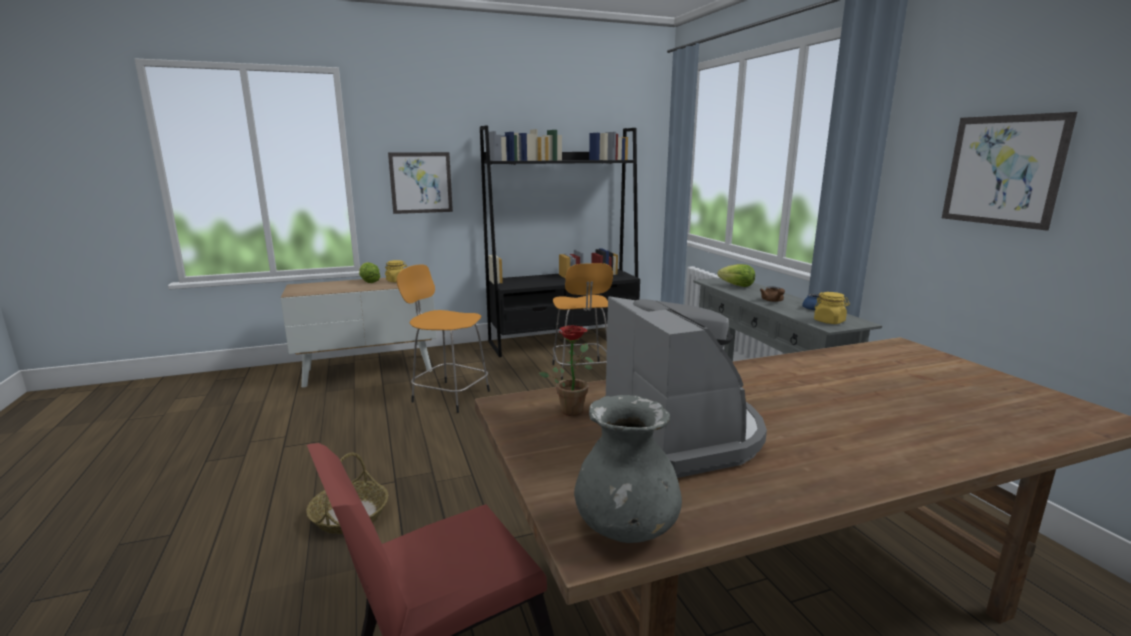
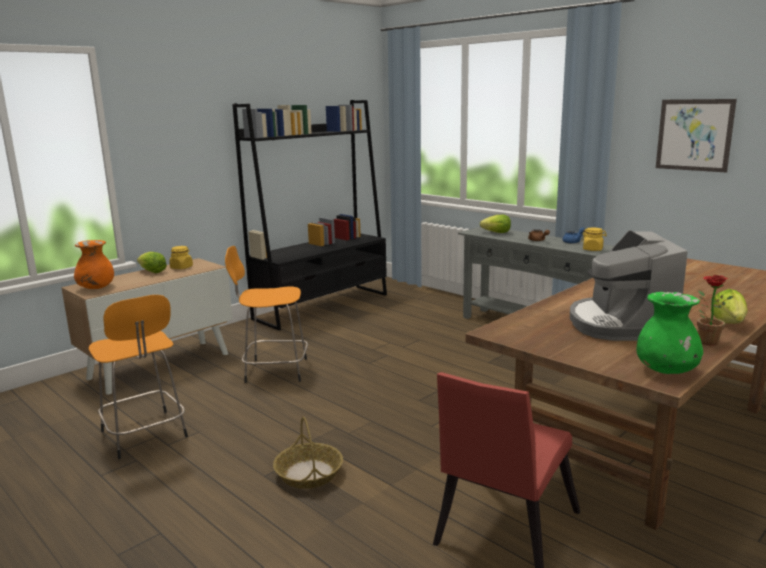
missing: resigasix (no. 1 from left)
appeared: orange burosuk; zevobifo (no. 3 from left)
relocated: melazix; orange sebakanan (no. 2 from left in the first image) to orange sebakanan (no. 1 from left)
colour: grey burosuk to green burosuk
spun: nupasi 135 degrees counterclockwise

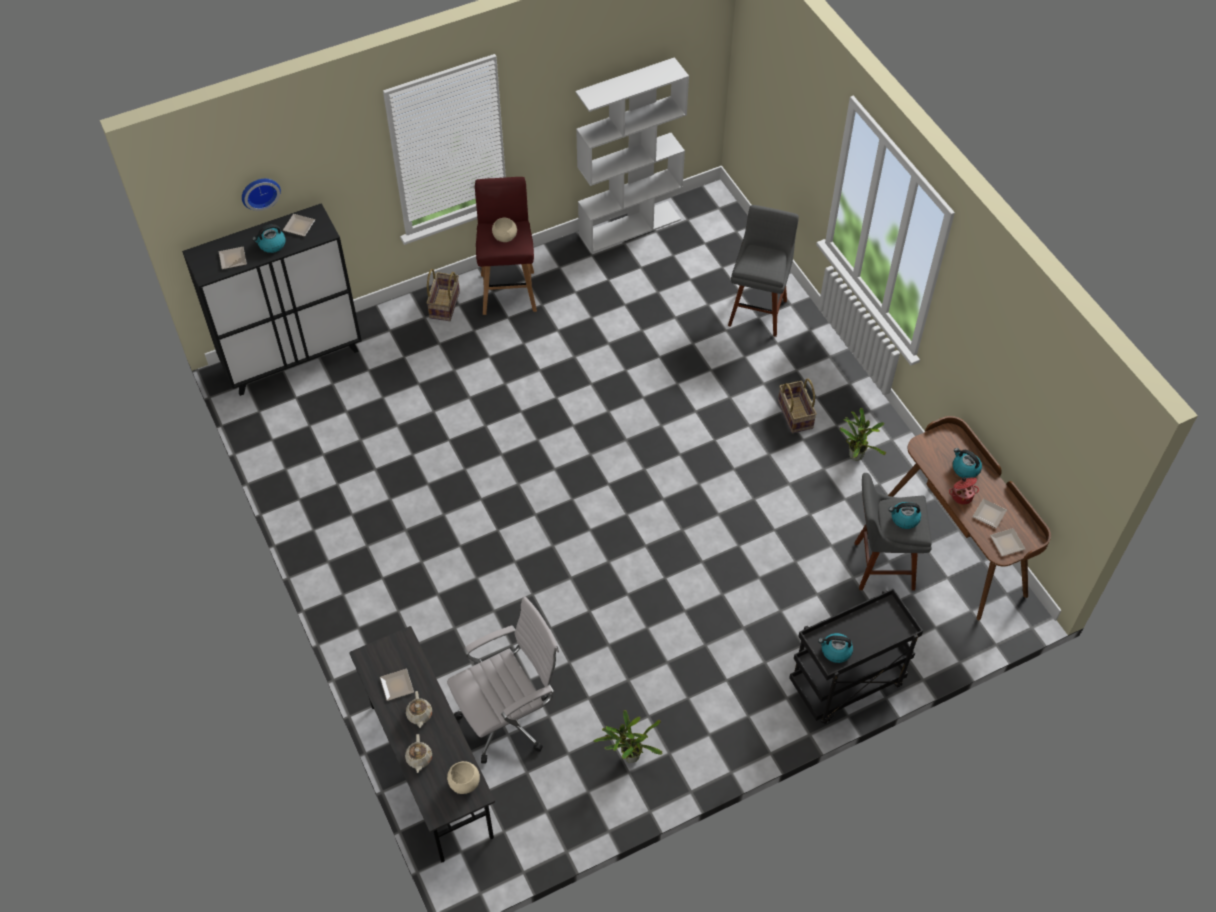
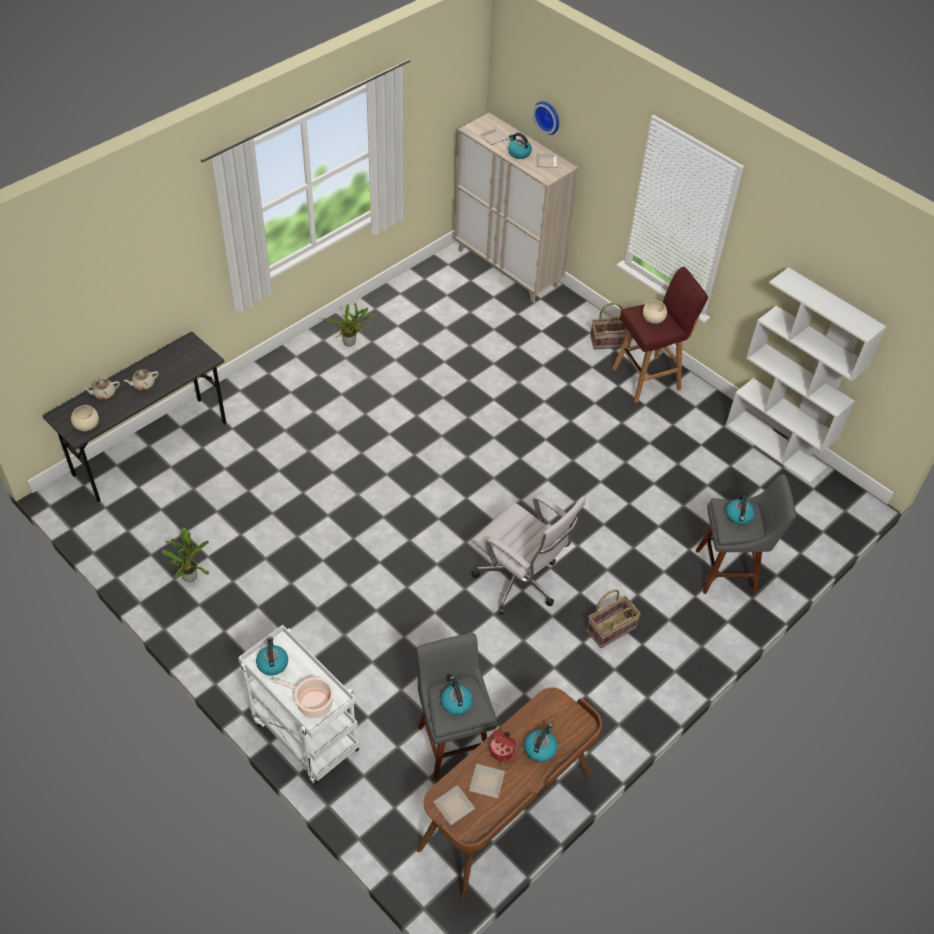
missing: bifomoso (no. 3 from left)
appeared: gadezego (no. 1 from left); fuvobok (no. 5 from left)
relocated: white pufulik; melazix (no. 2 from left)
colour: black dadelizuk to beige dadelizuk; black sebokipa to white sebokipa

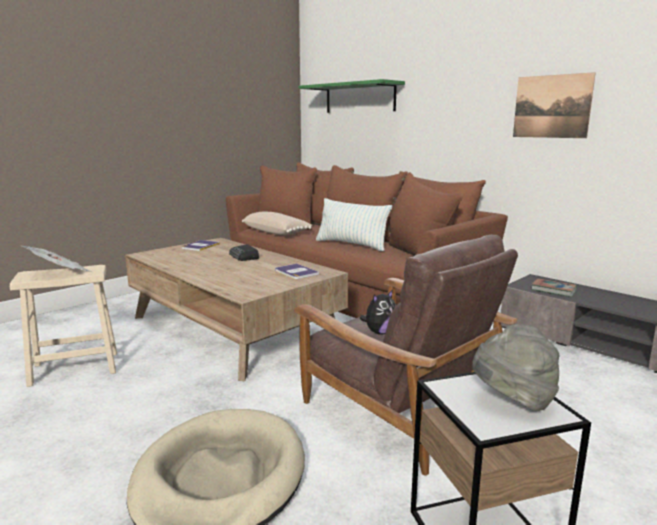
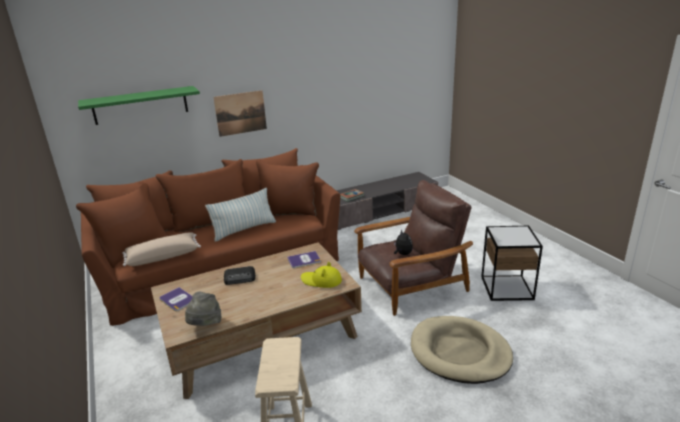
missing: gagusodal
appeared: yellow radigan
relocated: grey radigan; resigasix

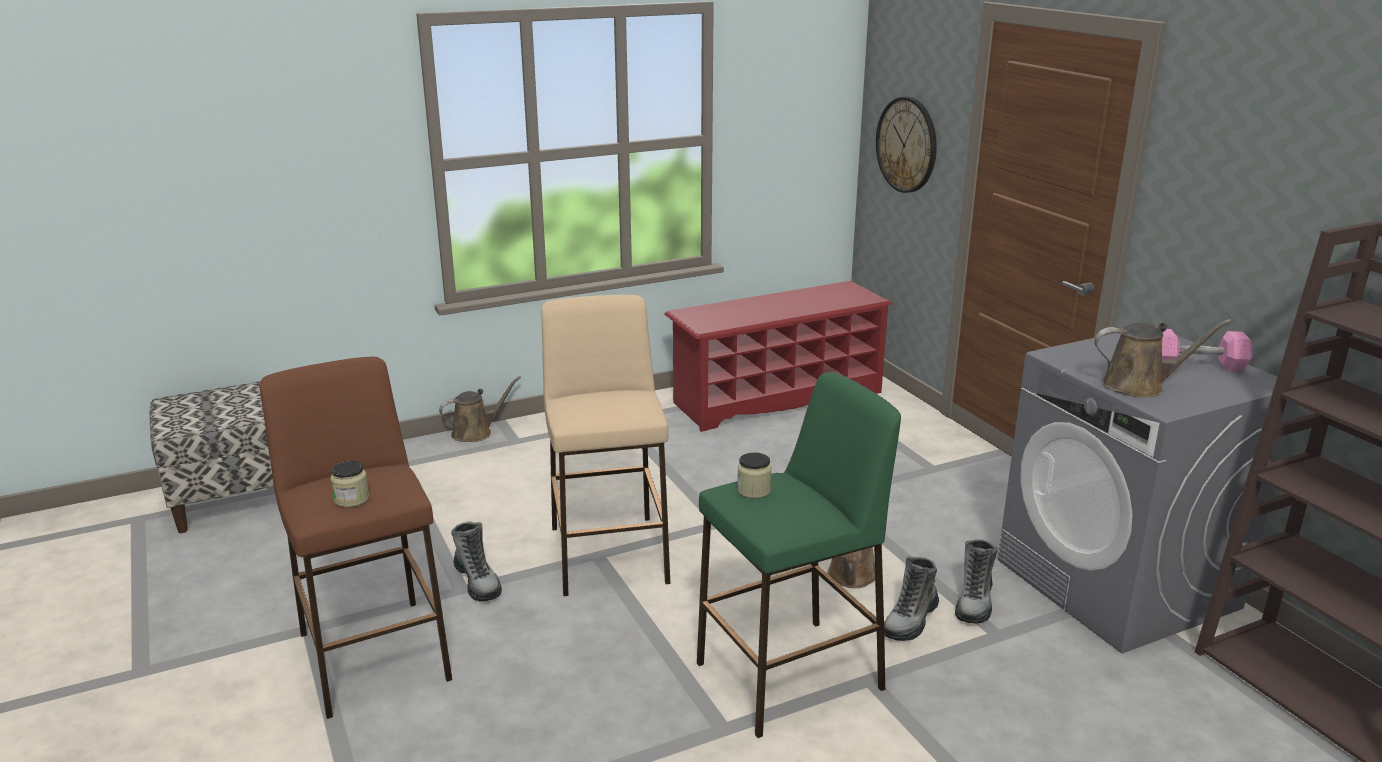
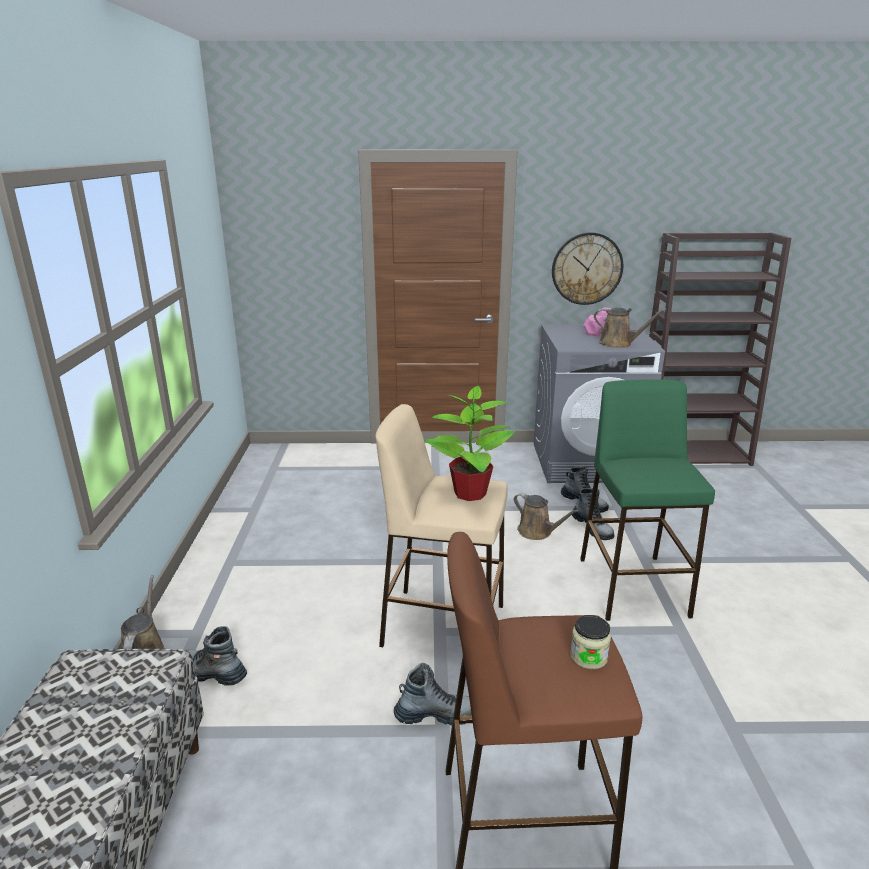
missing: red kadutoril; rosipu (no. 2 from left)
appeared: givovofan (no. 1 from left); melazix
relocated: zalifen
spun: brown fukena (no. 3 from left) 90 degrees clockwise

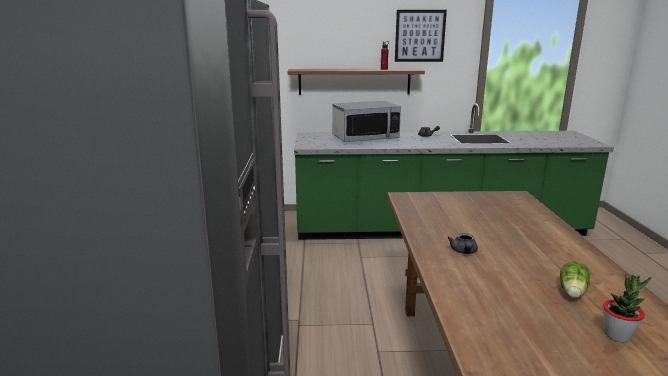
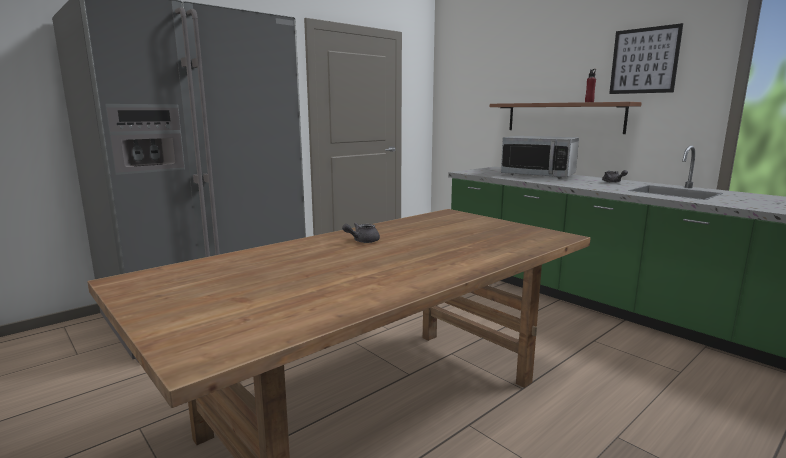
missing: zevobifo; melazix

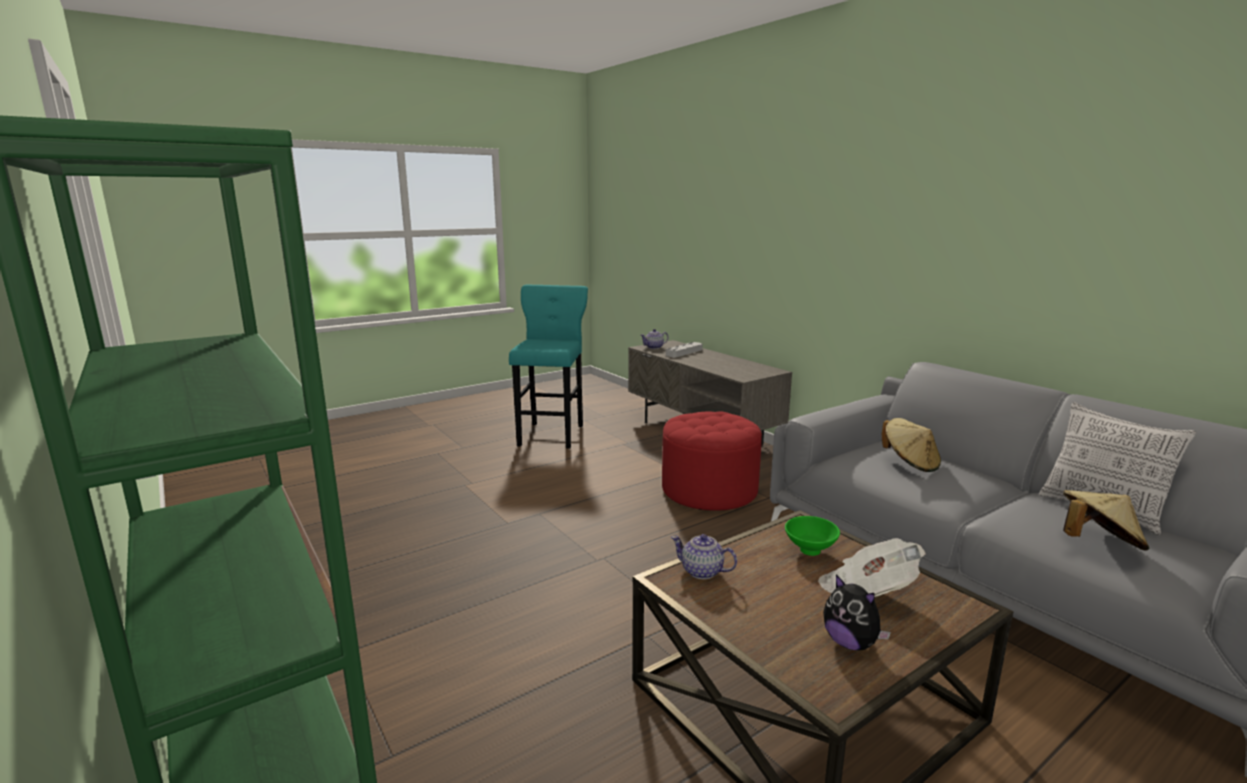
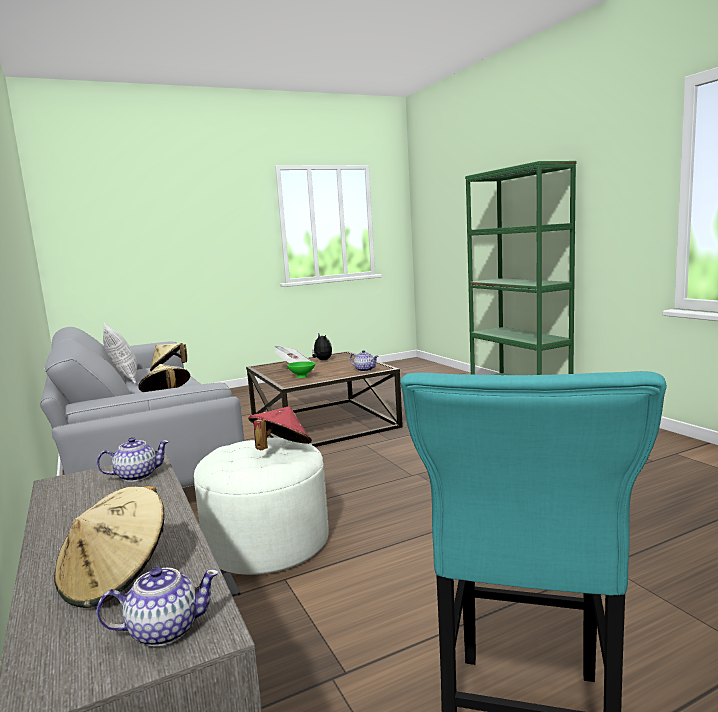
appeared: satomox (no. 1 from left); red radigan
exchanged: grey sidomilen to beige radigan (no. 1 from left)
colour: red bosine to white bosine

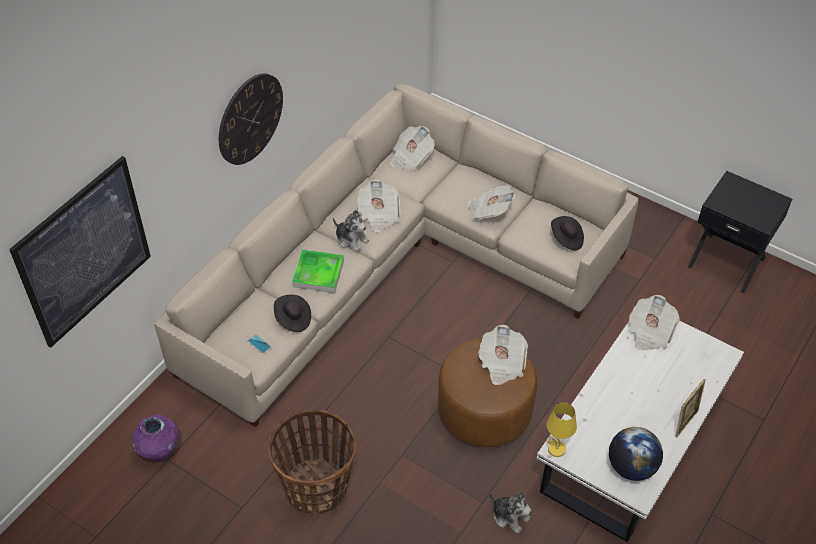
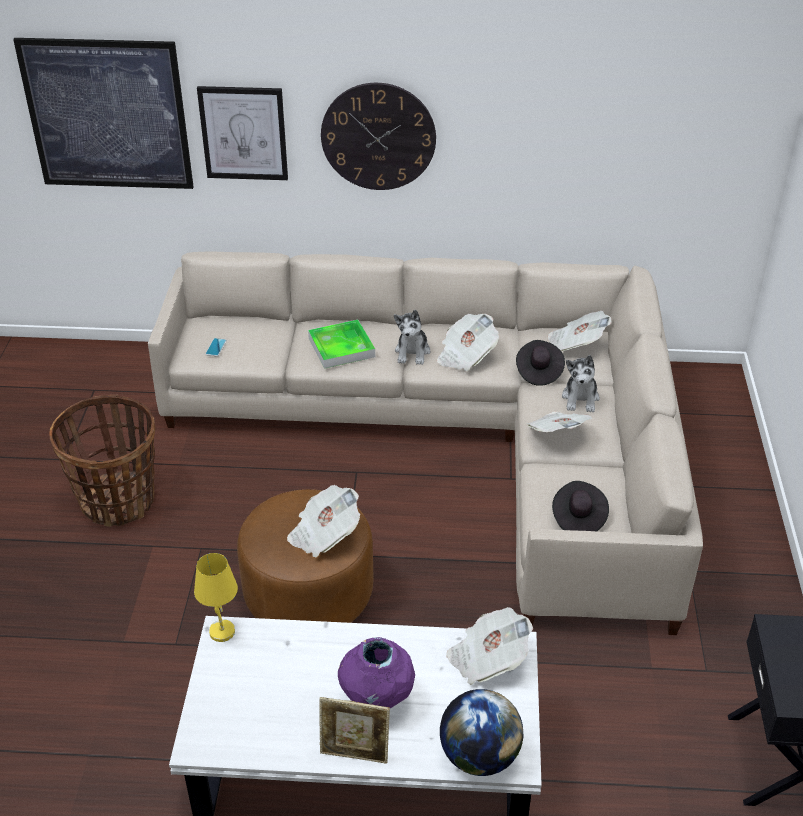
appeared: resigasix (no. 2 from left)
relocated: purple burosuk; black radigan (no. 1 from left); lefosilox (no. 2 from left); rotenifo

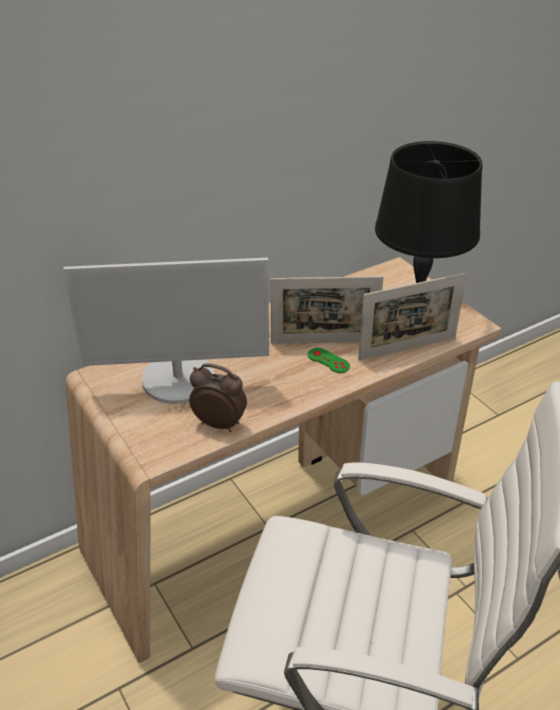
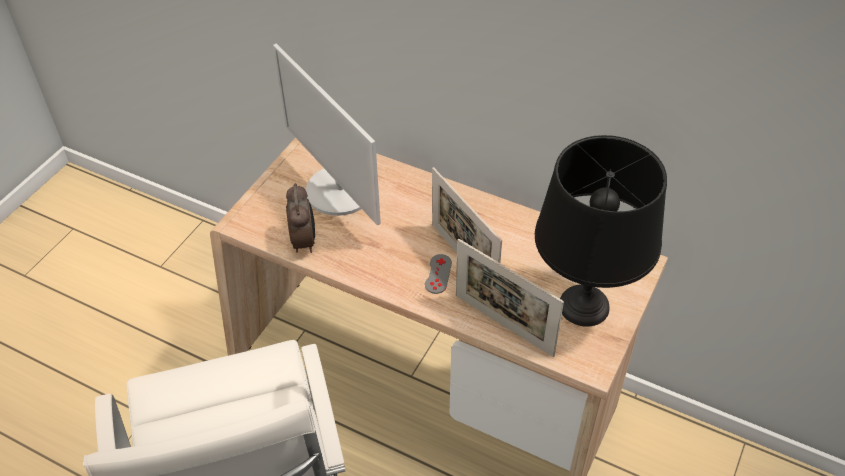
colour: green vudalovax to grey vudalovax

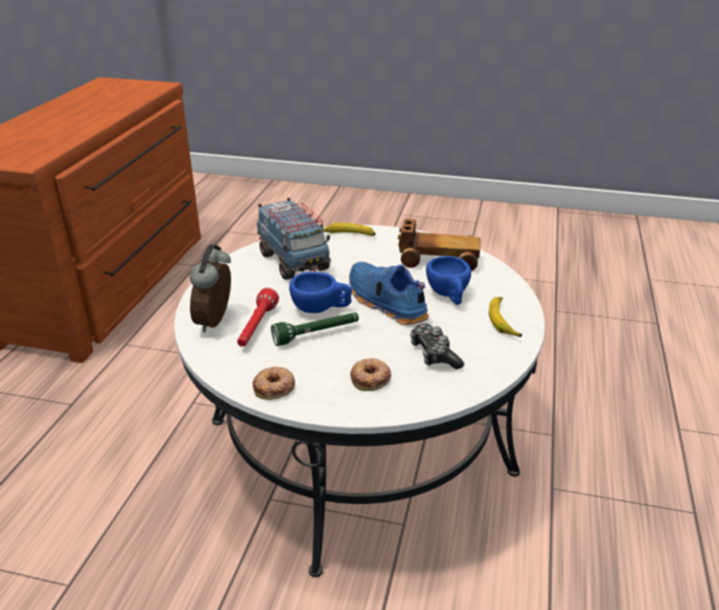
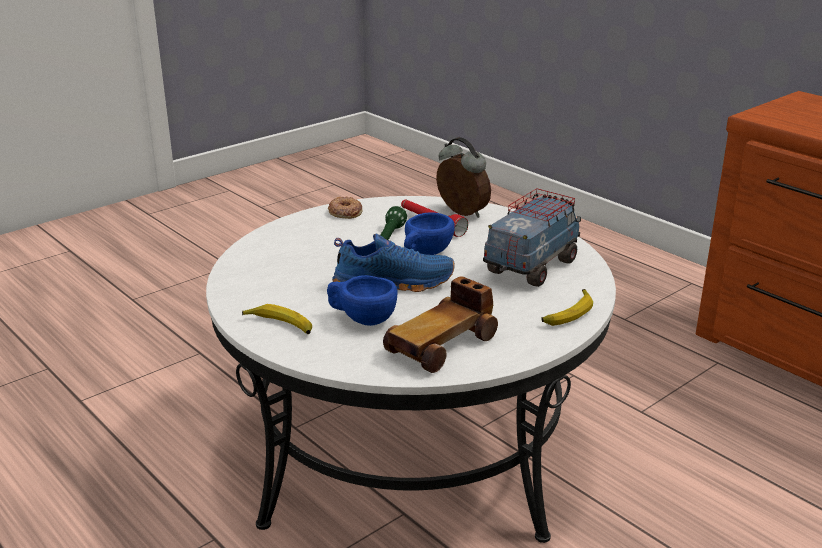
missing: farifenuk (no. 2 from left); vudalovax
spun: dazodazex 120 degrees clockwise

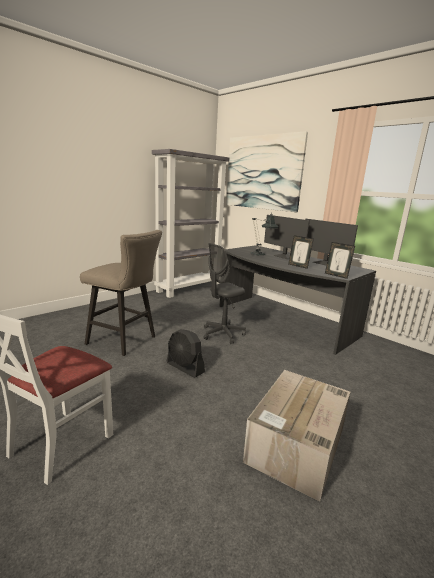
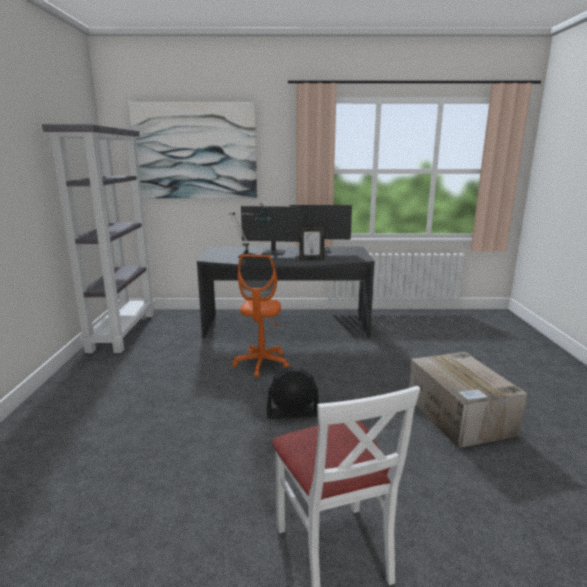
missing: beige sebakanan; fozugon (no. 2 from left)
colour: grey pufulik to orange pufulik

